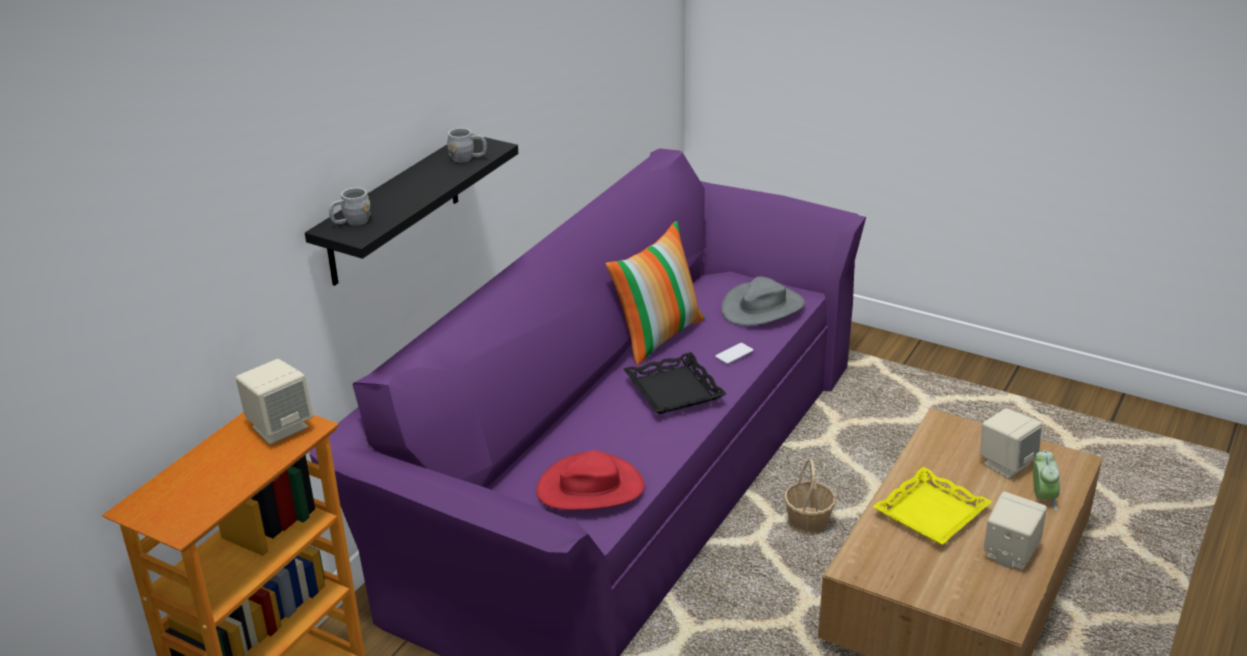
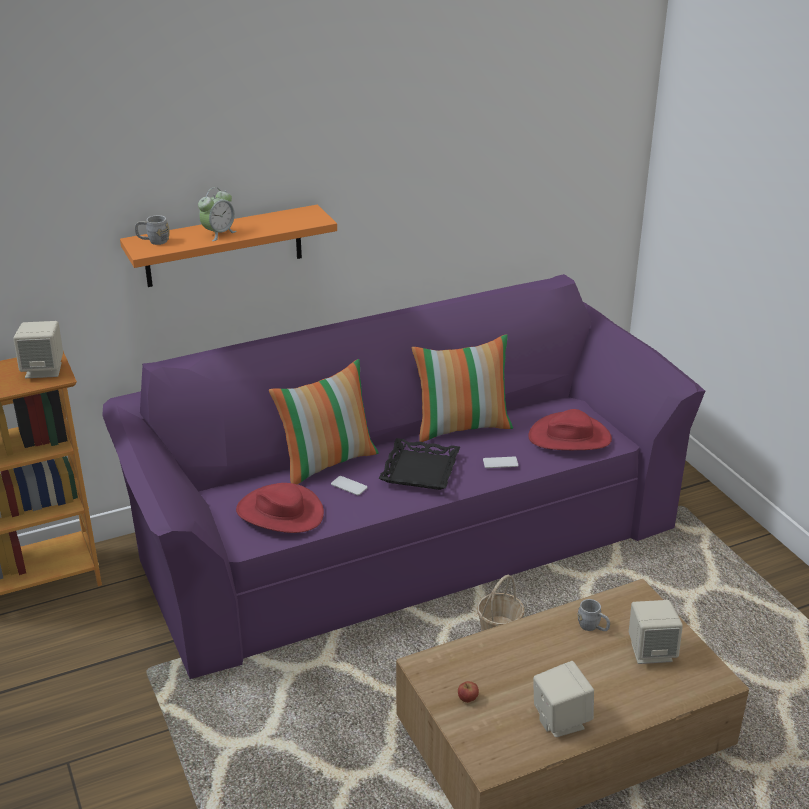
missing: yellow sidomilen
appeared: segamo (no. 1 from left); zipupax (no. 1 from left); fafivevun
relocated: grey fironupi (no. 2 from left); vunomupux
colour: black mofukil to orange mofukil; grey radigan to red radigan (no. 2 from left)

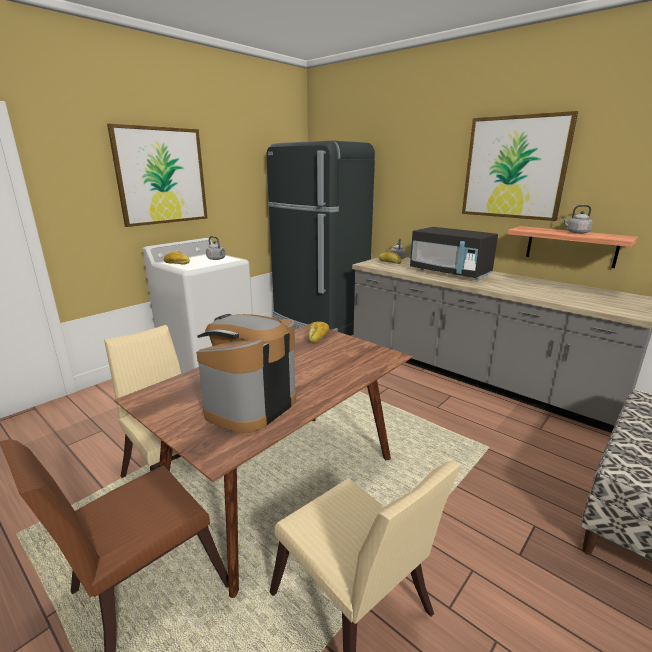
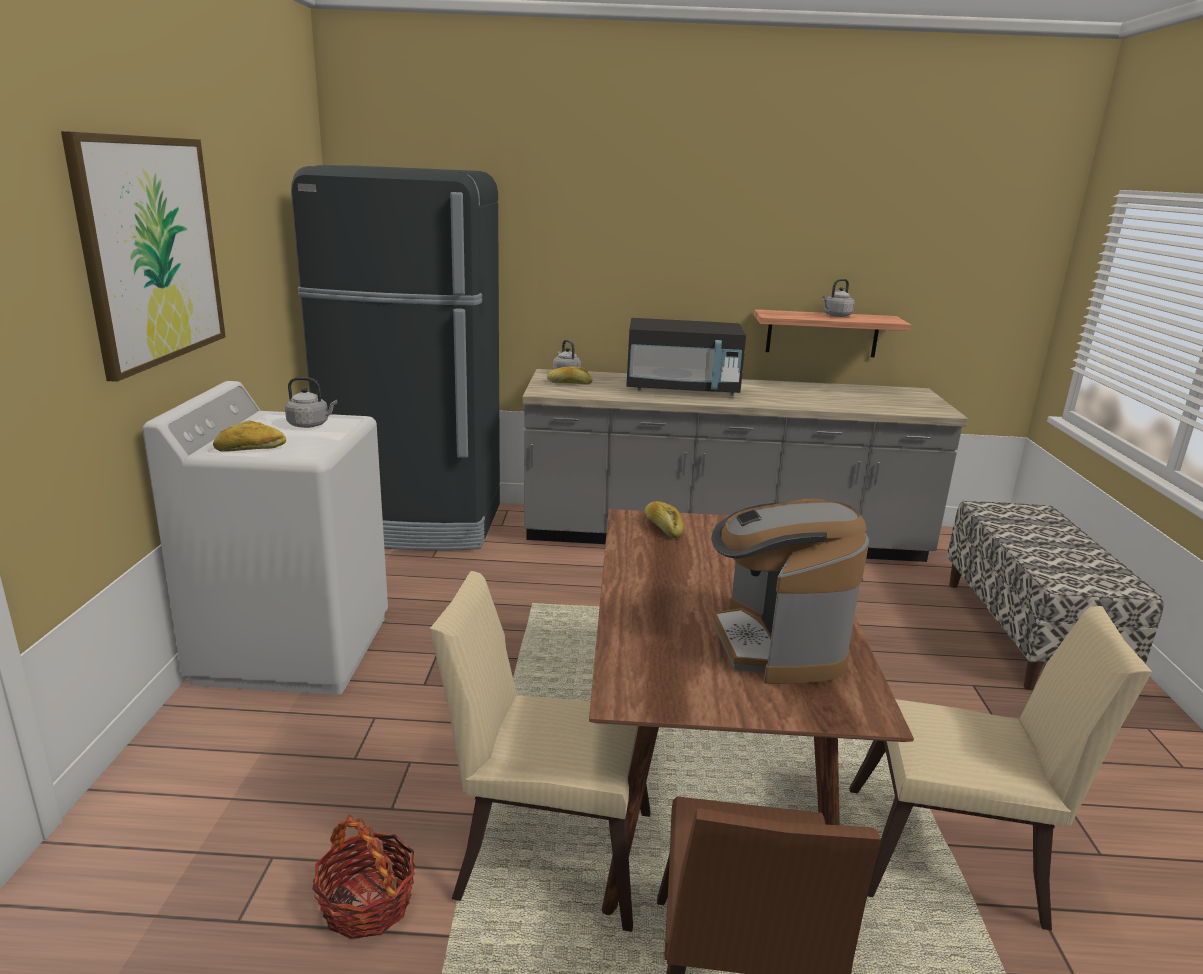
missing: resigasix (no. 2 from left)
appeared: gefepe

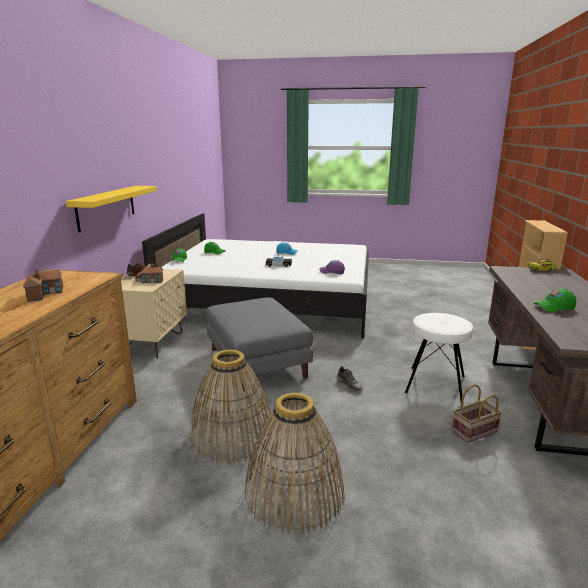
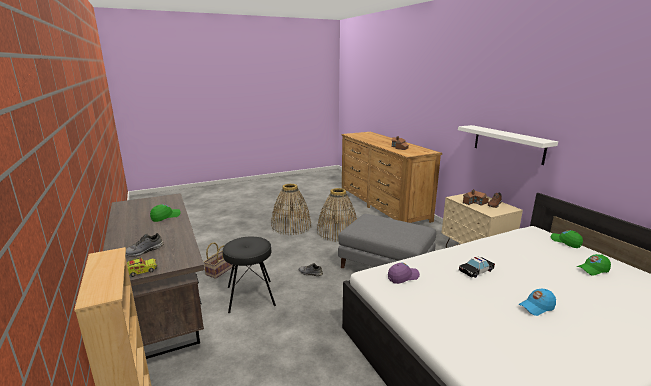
appeared: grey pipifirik (no. 1 from left)
colour: yellow mofukil to white mofukil; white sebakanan to black sebakanan

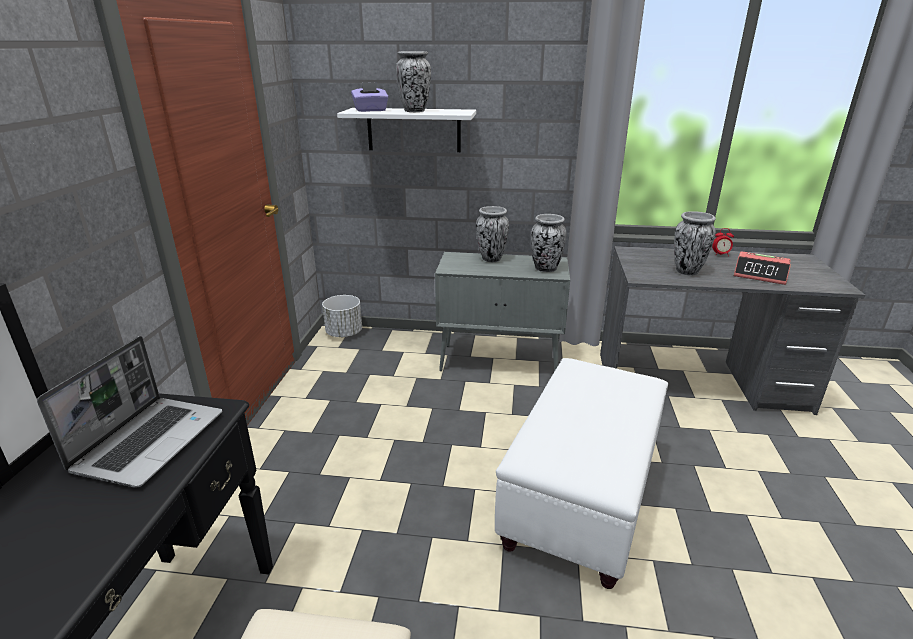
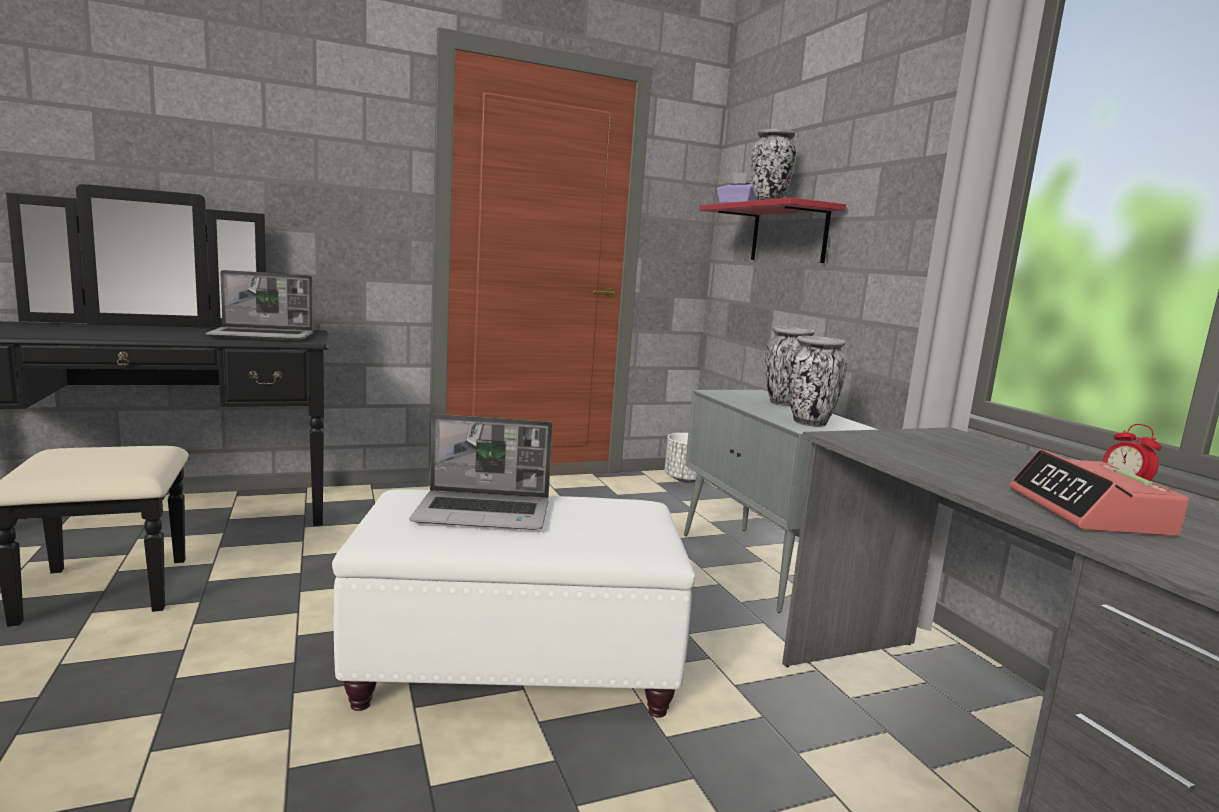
missing: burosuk (no. 4 from left)
appeared: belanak (no. 2 from left)
colour: white mofukil to red mofukil

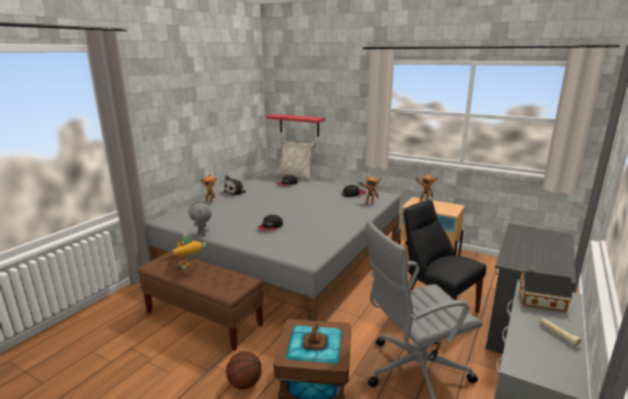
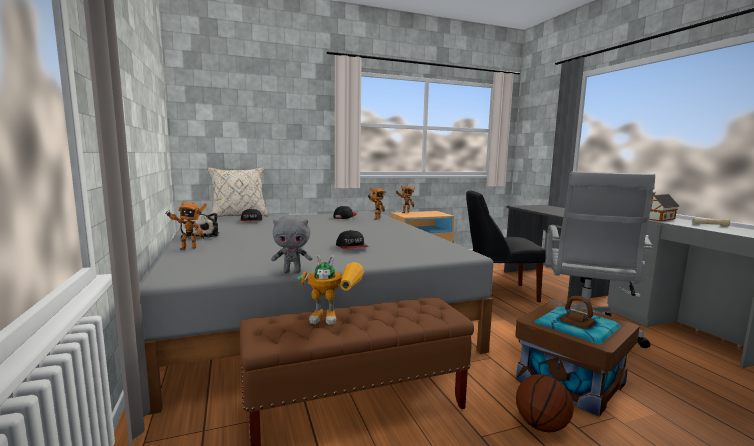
missing: red mofukil

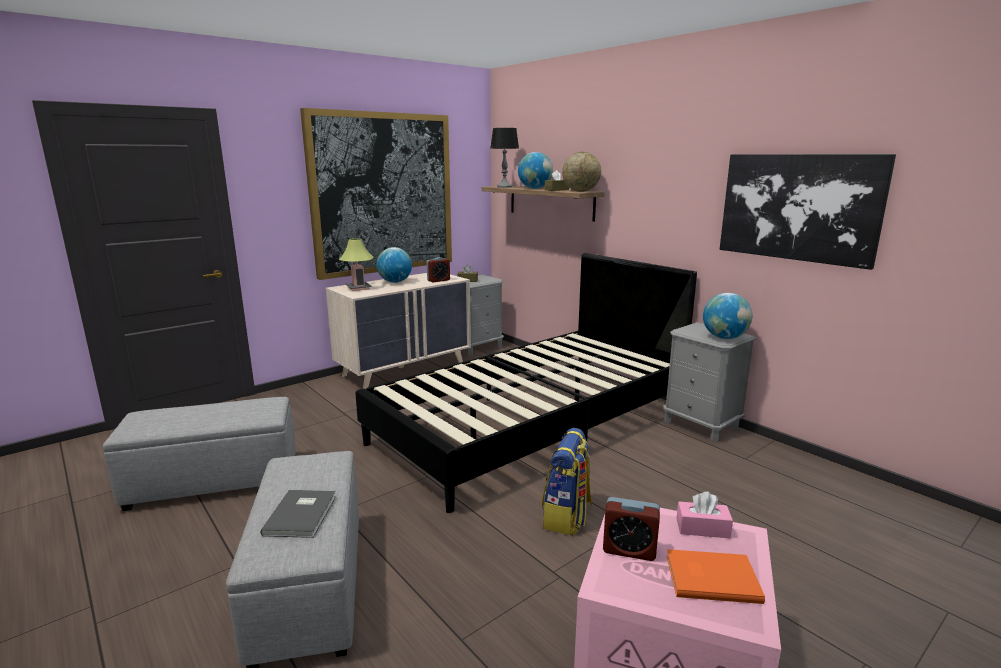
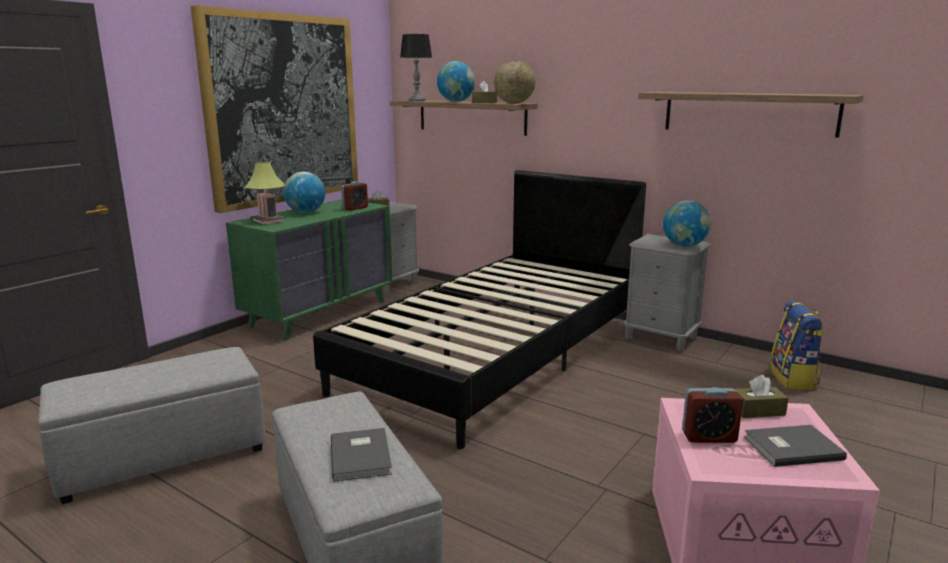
relocated: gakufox
exchanged: resigasix (no. 2 from left) to mofukil (no. 2 from left)
colour: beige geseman to green geseman; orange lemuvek to grey lemuvek (no. 2 from left); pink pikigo to brown pikigo (no. 3 from left)

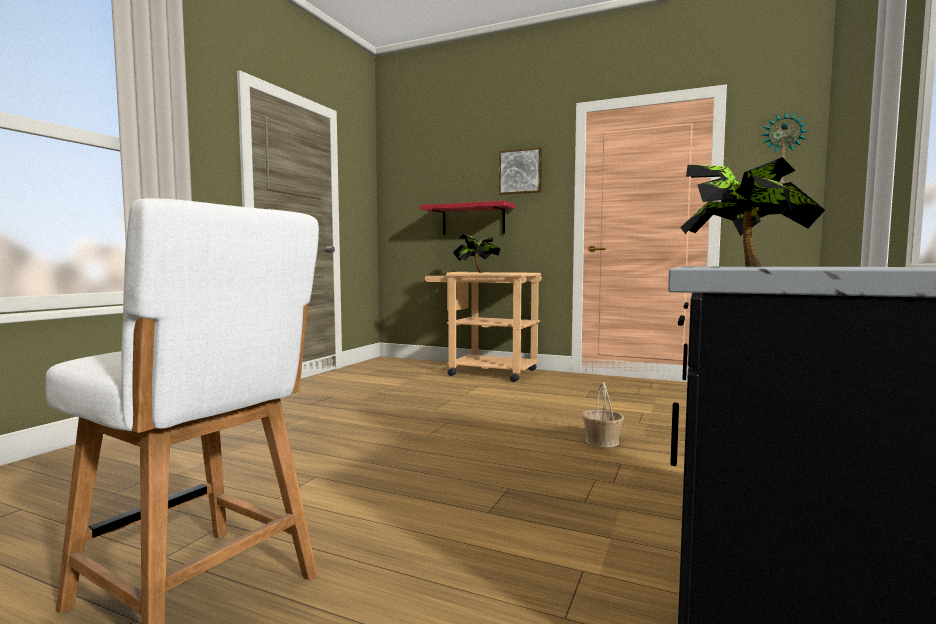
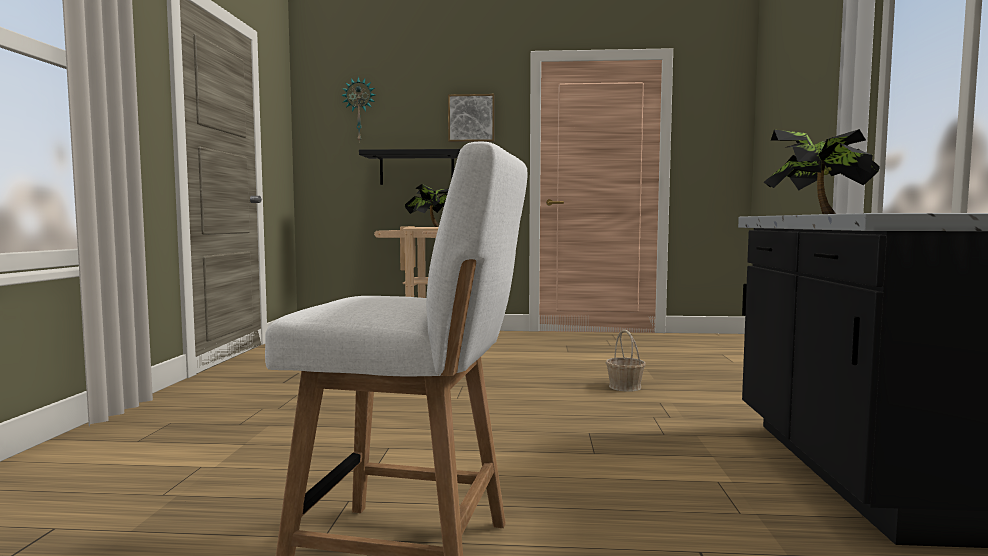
relocated: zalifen
colour: red mofukil to black mofukil

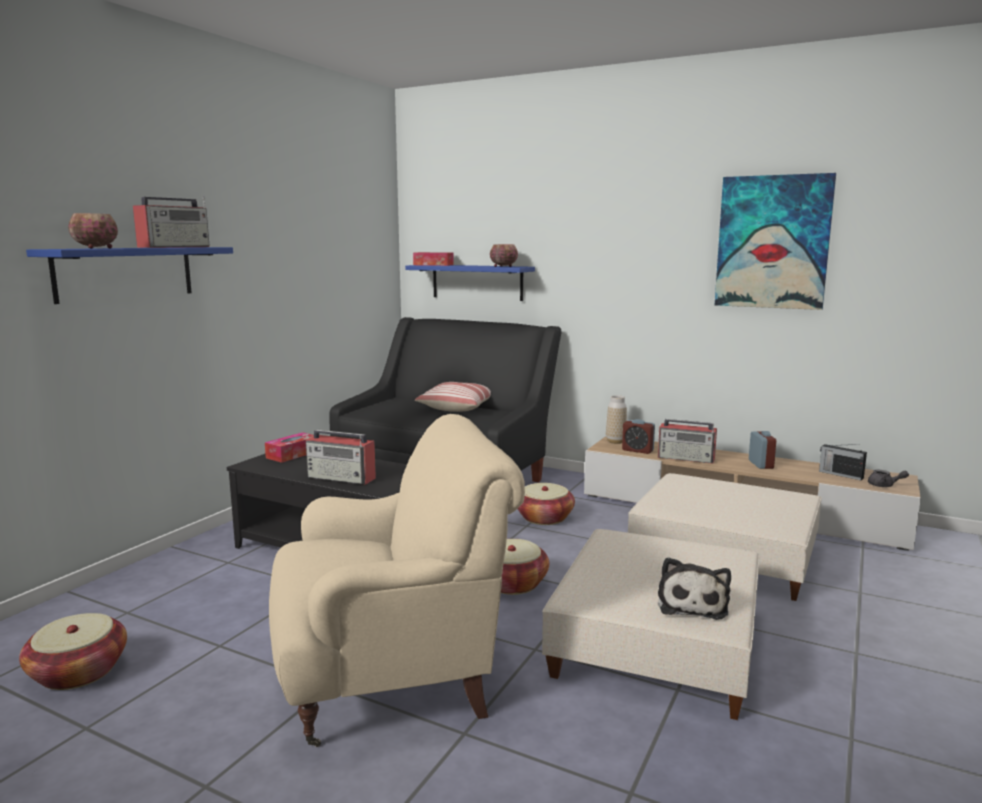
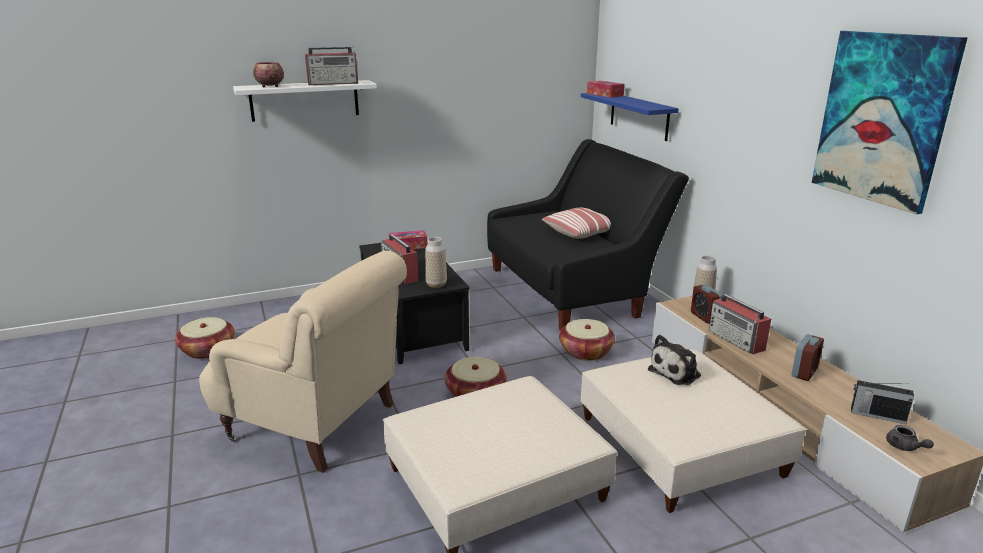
missing: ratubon (no. 2 from left)
appeared: burosuk (no. 1 from left)
relocated: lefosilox
colour: blue mofukil (no. 1 from left) to white mofukil
spun: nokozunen (no. 4 from left) 60 degrees counterclockwise

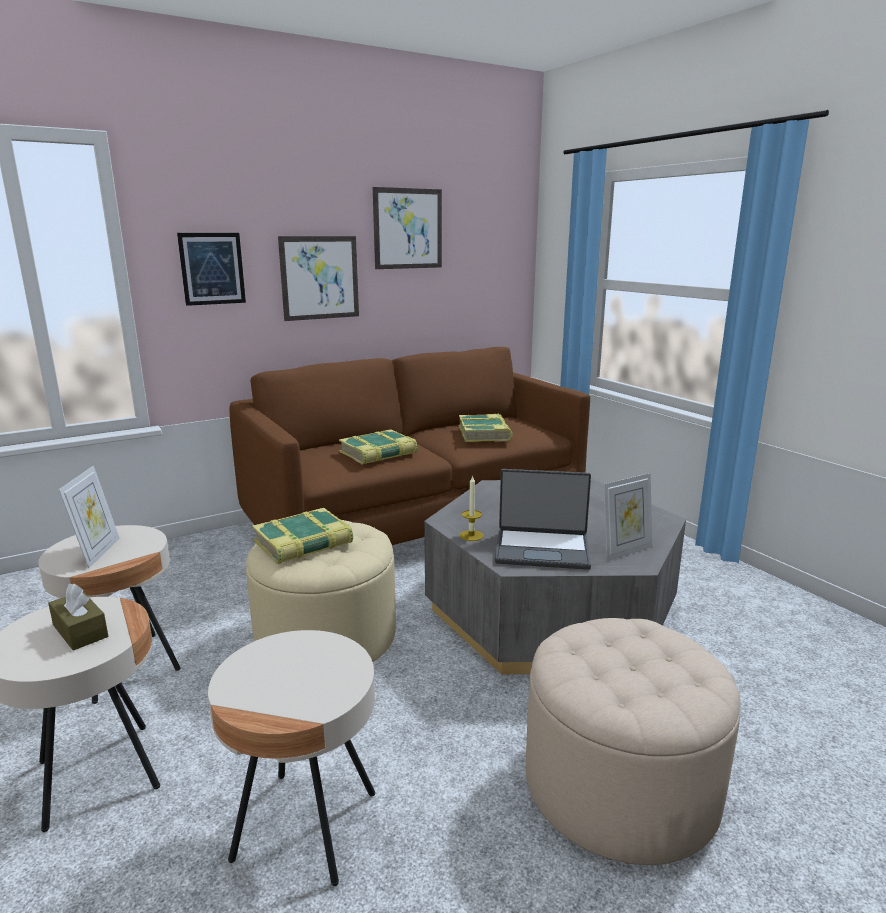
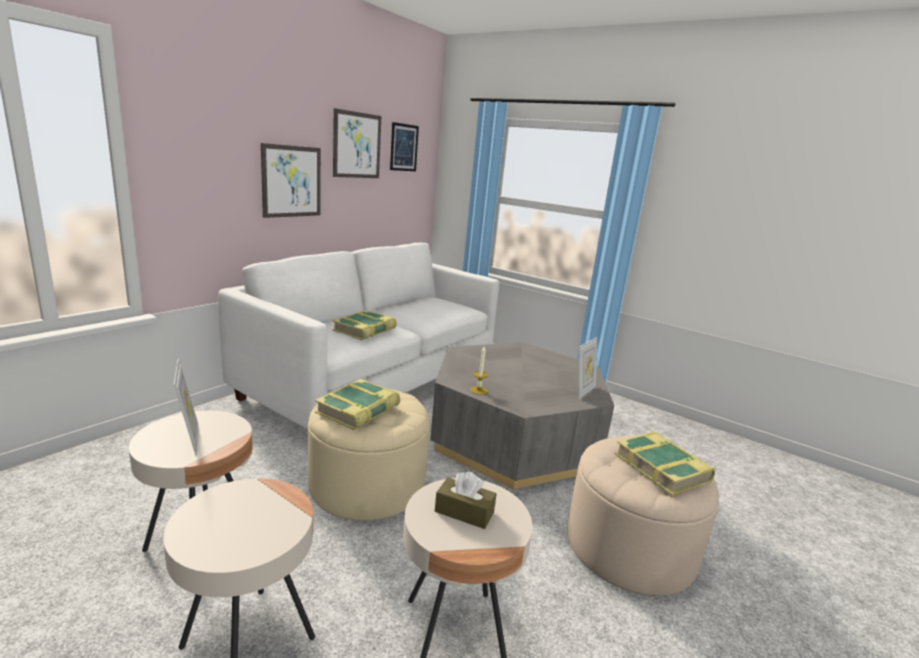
missing: belanak
relocated: brown pikigo; resigasix (no. 1 from left in the first image) to resigasix (no. 3 from left); lemuvek (no. 3 from left)
colour: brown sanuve to white sanuve

